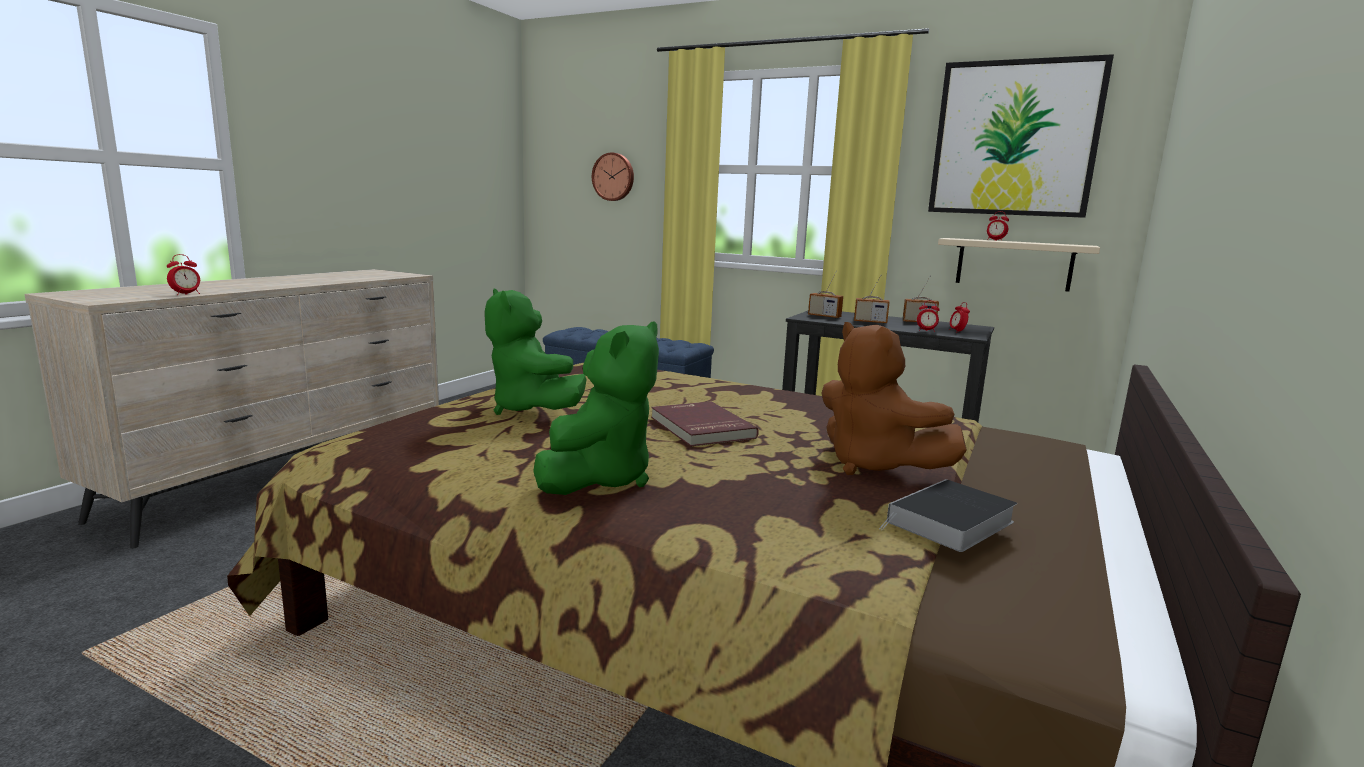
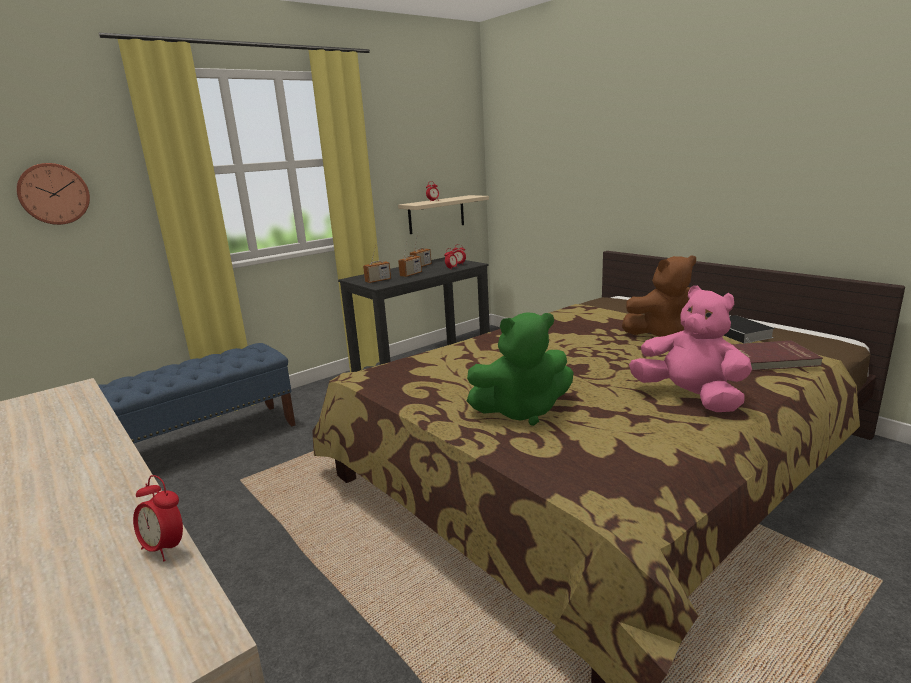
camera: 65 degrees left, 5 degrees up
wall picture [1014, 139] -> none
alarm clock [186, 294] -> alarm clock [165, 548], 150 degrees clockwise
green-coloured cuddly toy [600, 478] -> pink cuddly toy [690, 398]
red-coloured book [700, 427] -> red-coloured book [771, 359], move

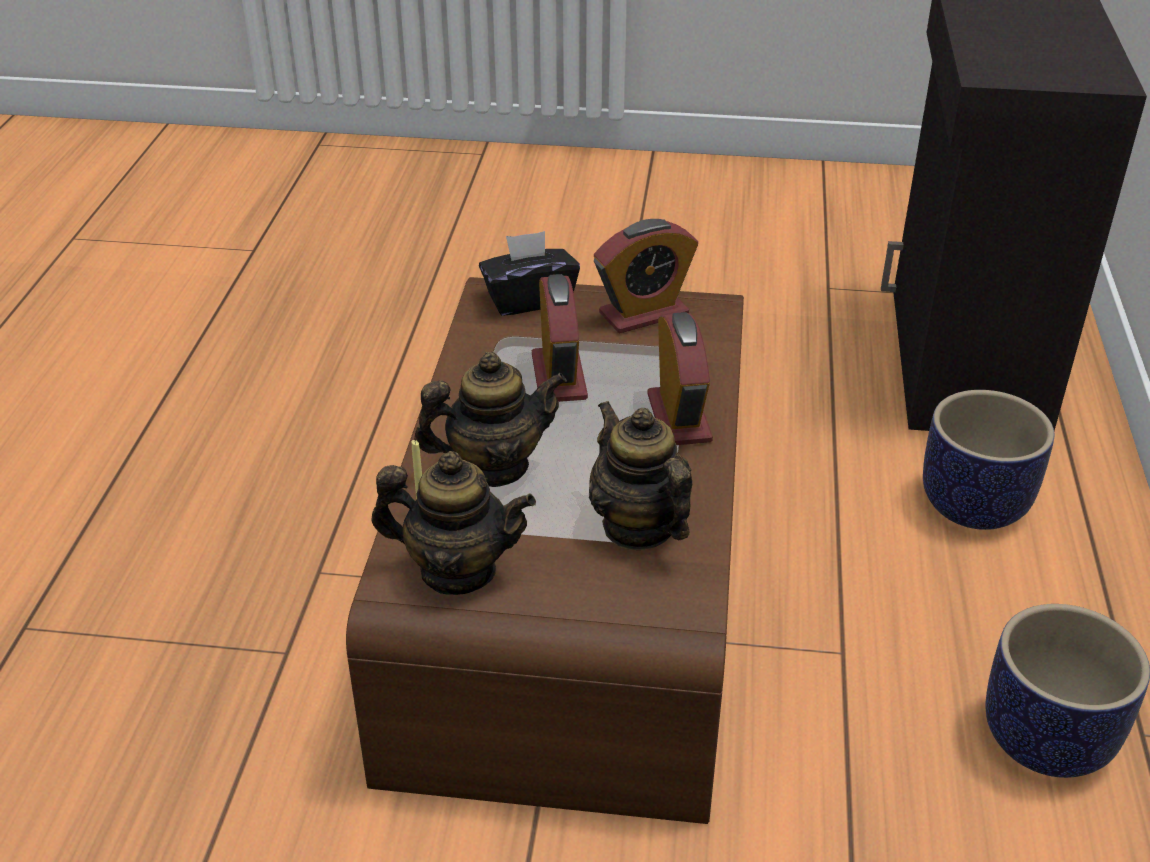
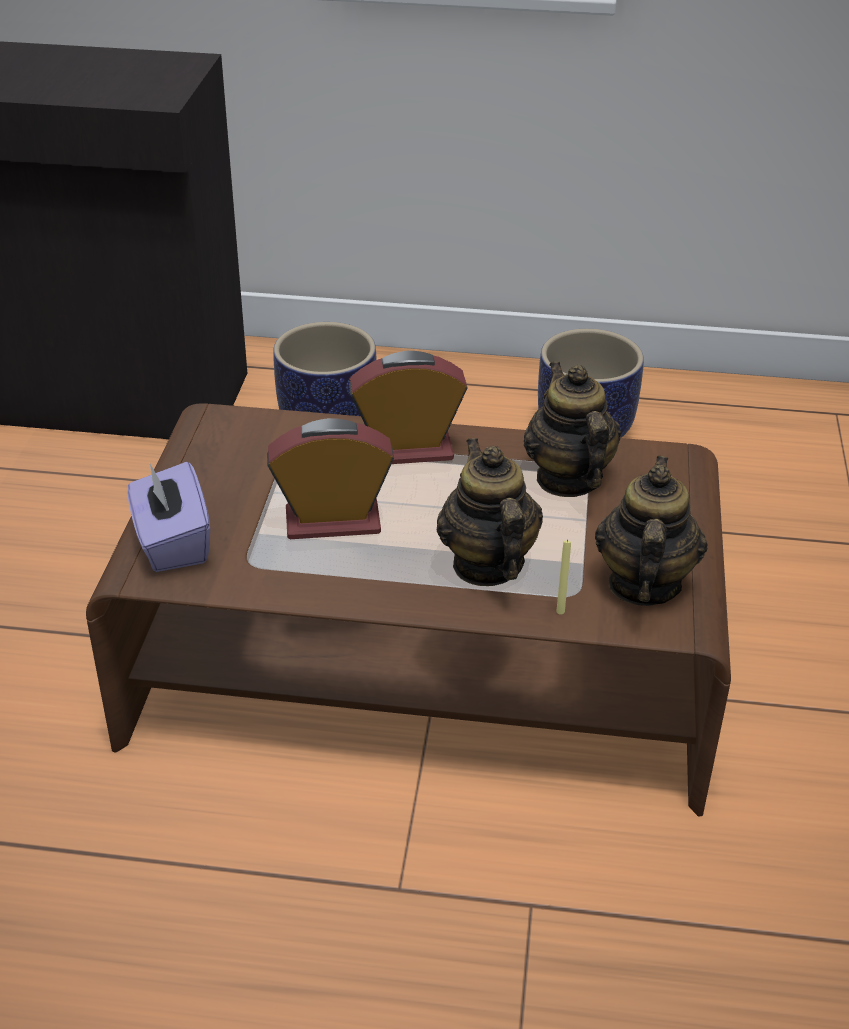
camera: 90 degrees left, 0 degrees up
alarm clock [644, 314] -> none
blackish tissue box [529, 299] -> purple-coloured tissue box [172, 543]
tea pot [638, 527] -> tea pot [568, 479], 105 degrees clockwise

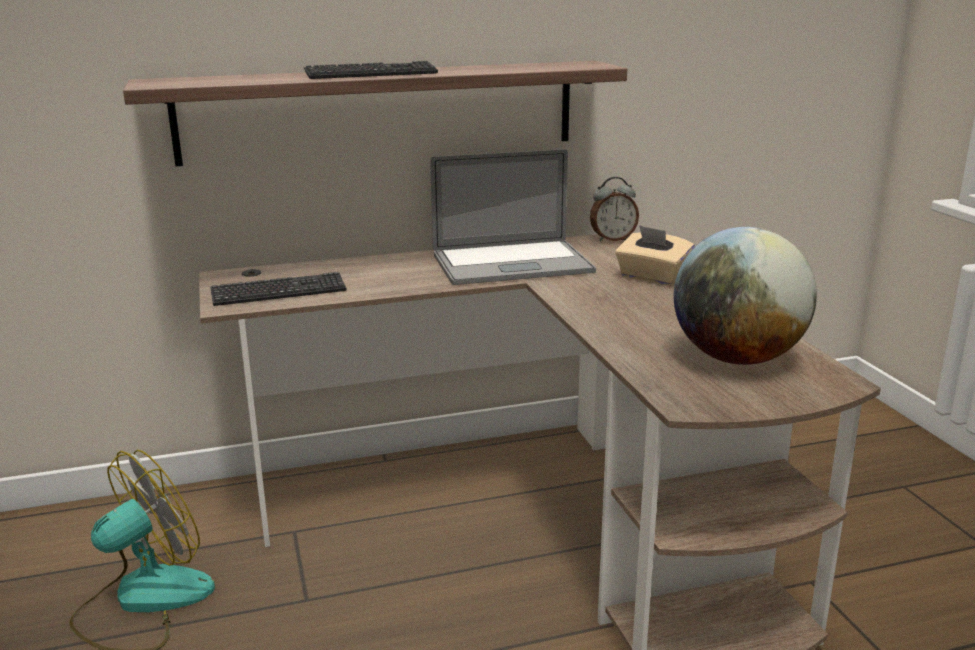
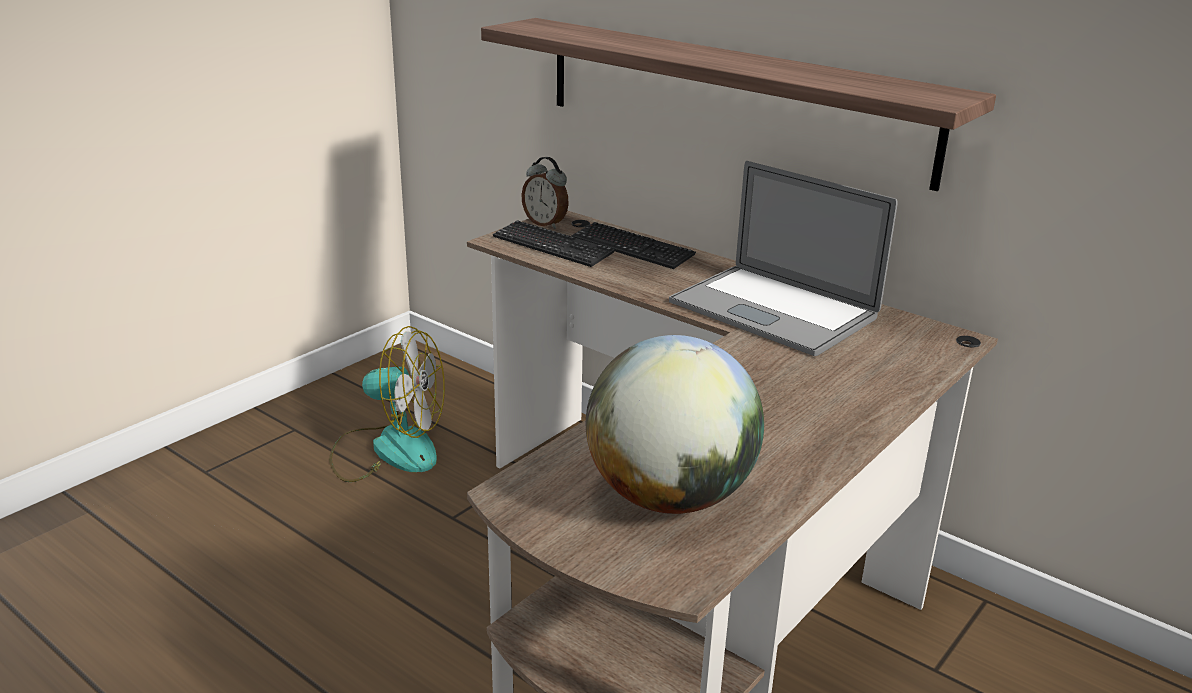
camera: 55 degrees right, 5 degrees up
computer keyboard [371, 74] -> computer keyboard [632, 248], move
alarm clock [612, 239] -> alarm clock [546, 224], move
beige tissue box [652, 277] -> none

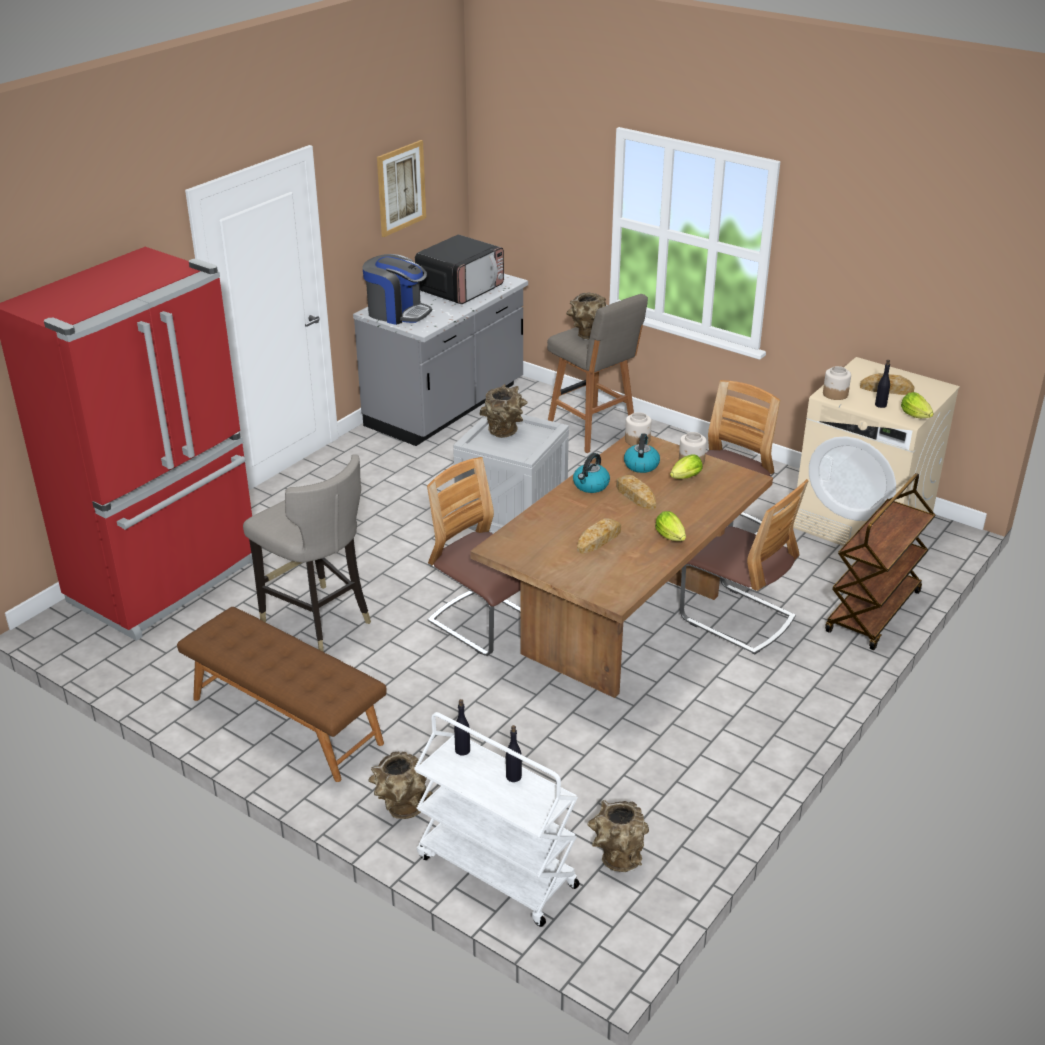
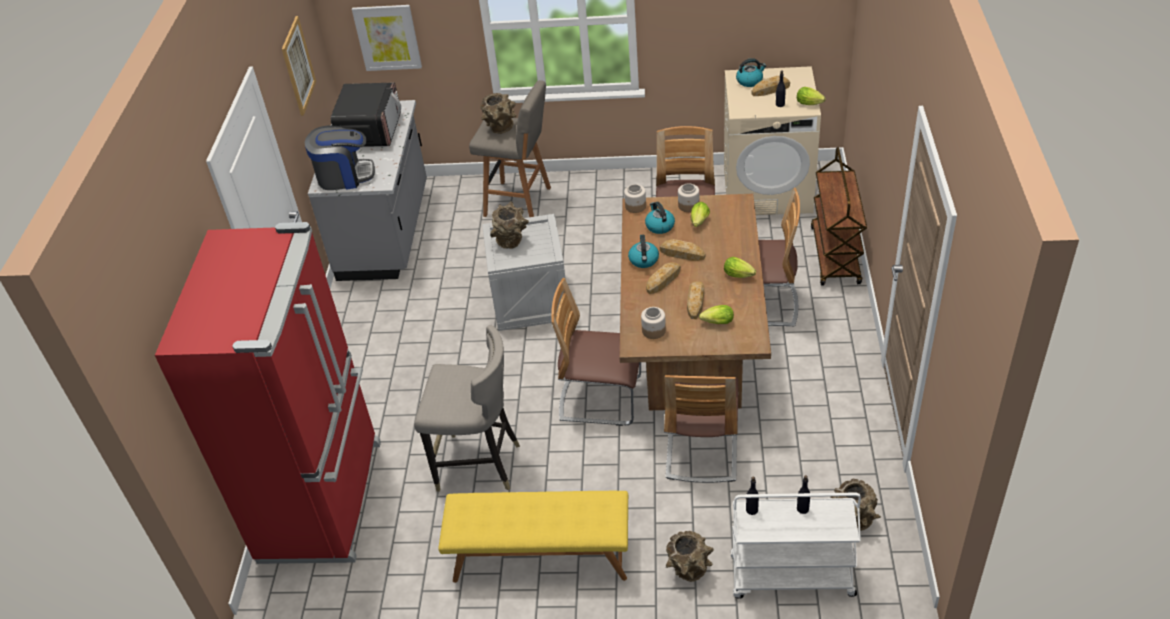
camera: 30 degrees left, 10 degrees up
storage jar [835, 394] -> storage jar [653, 330], move
brown-coloured indoor bench [285, 721] -> yellowish indoor bench [540, 557]
none -> wall picture [387, 37]
none -> kettle [750, 81]
none -> baked bread [663, 280]
none -> lettuce head [716, 322]
none -> chair [702, 449]

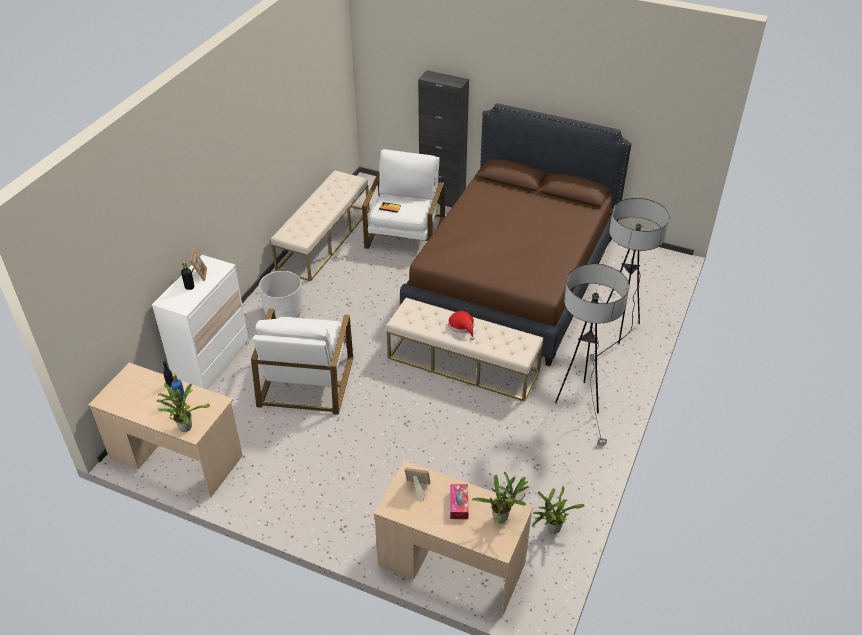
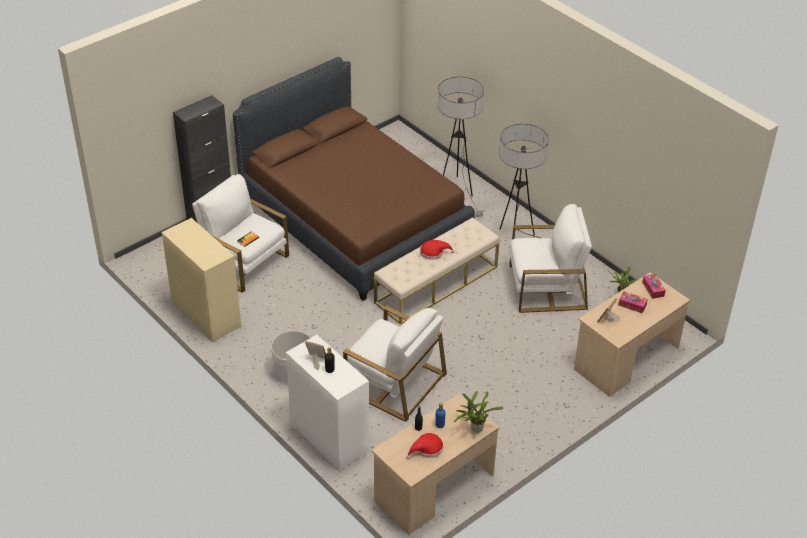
camera: 65 degrees left, 0 degrees up
beige indoor bench [324, 239] -> beige drawer chest [206, 314]
potted plant [502, 518] -> tissue box [653, 289]
none -> white-coloured armchair [546, 287]
none -> red-coloured clothing hat [427, 449]

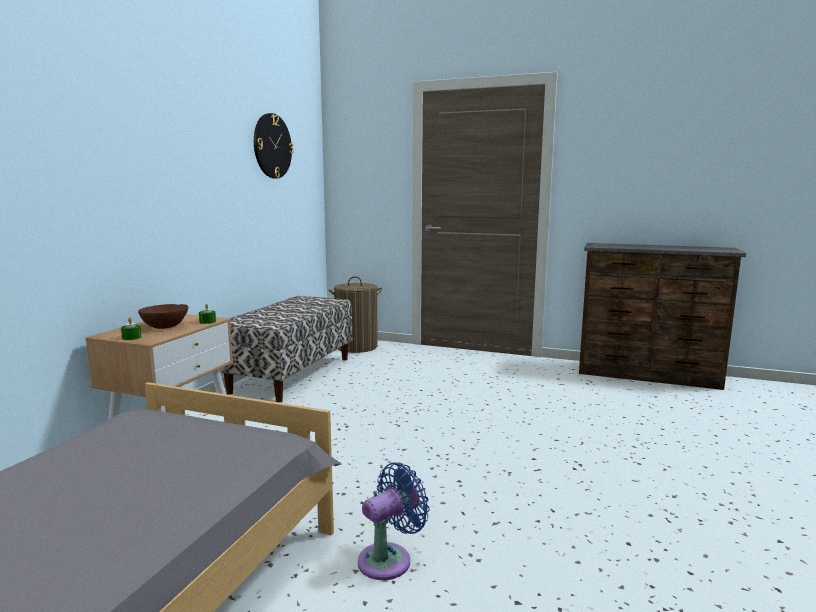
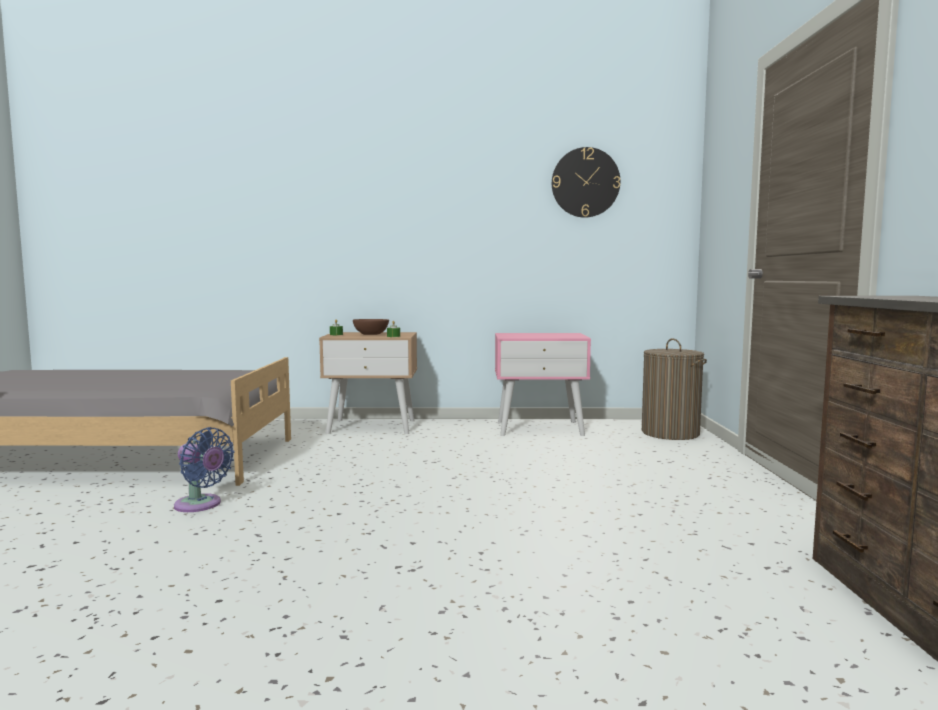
camera: 70 degrees right, 5 degrees down
indoor bench [292, 374] -> pink night table [540, 428]

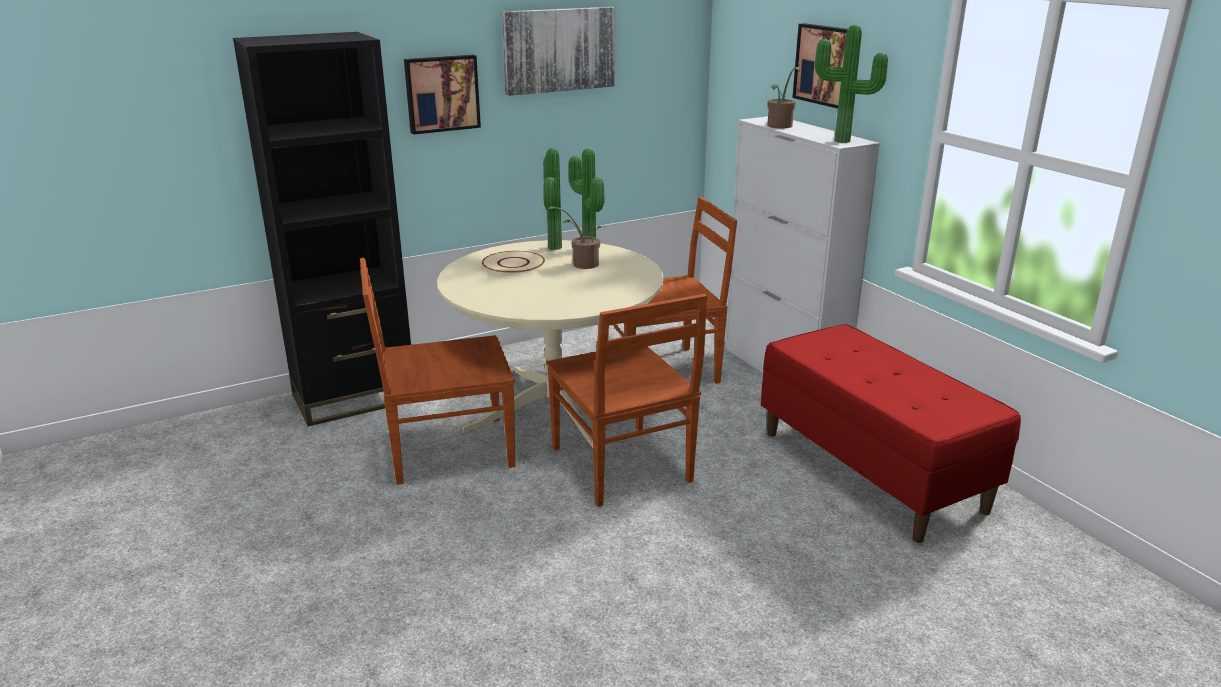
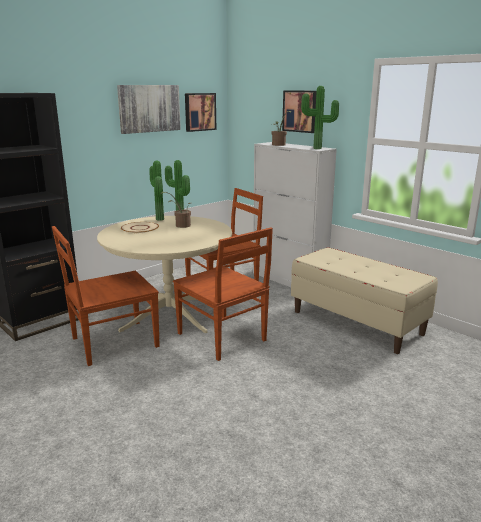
camera: 15 degrees left, 5 degrees down
wall picture [441, 93] -> wall picture [199, 112], move
red-coloured indoor bench [871, 470] -> beige indoor bench [357, 322]

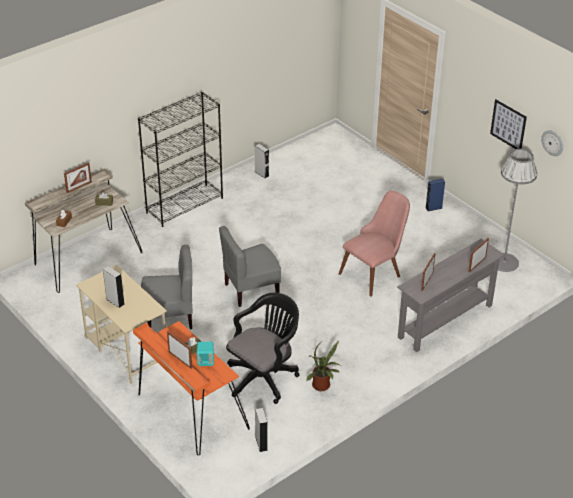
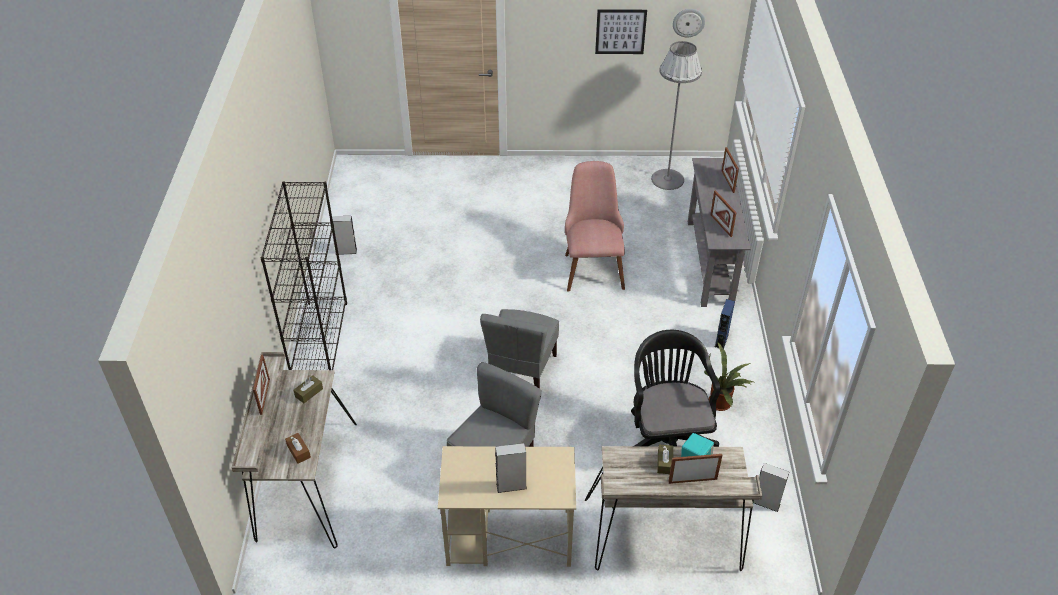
camera: 50 degrees left, 5 degrees up
blue speaker [433, 208] -> blue speaker [721, 340], move
orange desk table [189, 411] -> beige desk table [665, 537]

